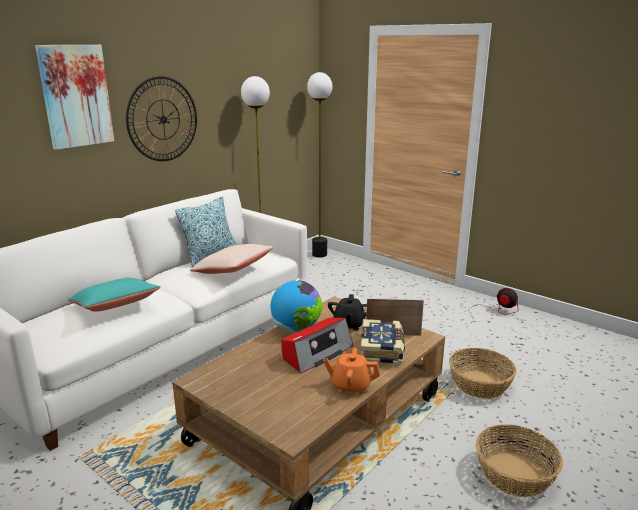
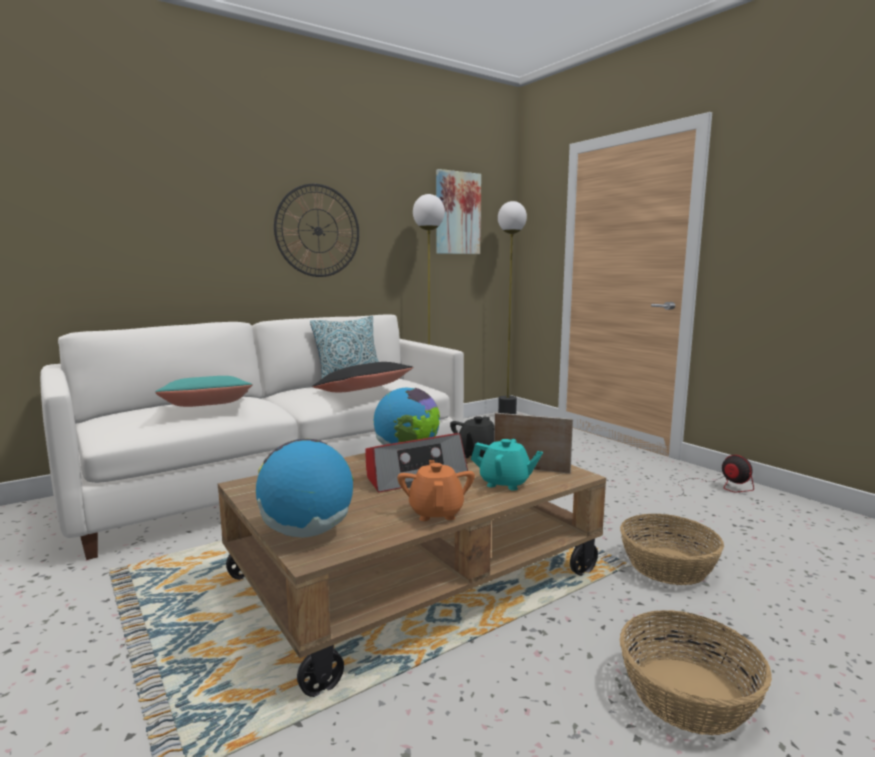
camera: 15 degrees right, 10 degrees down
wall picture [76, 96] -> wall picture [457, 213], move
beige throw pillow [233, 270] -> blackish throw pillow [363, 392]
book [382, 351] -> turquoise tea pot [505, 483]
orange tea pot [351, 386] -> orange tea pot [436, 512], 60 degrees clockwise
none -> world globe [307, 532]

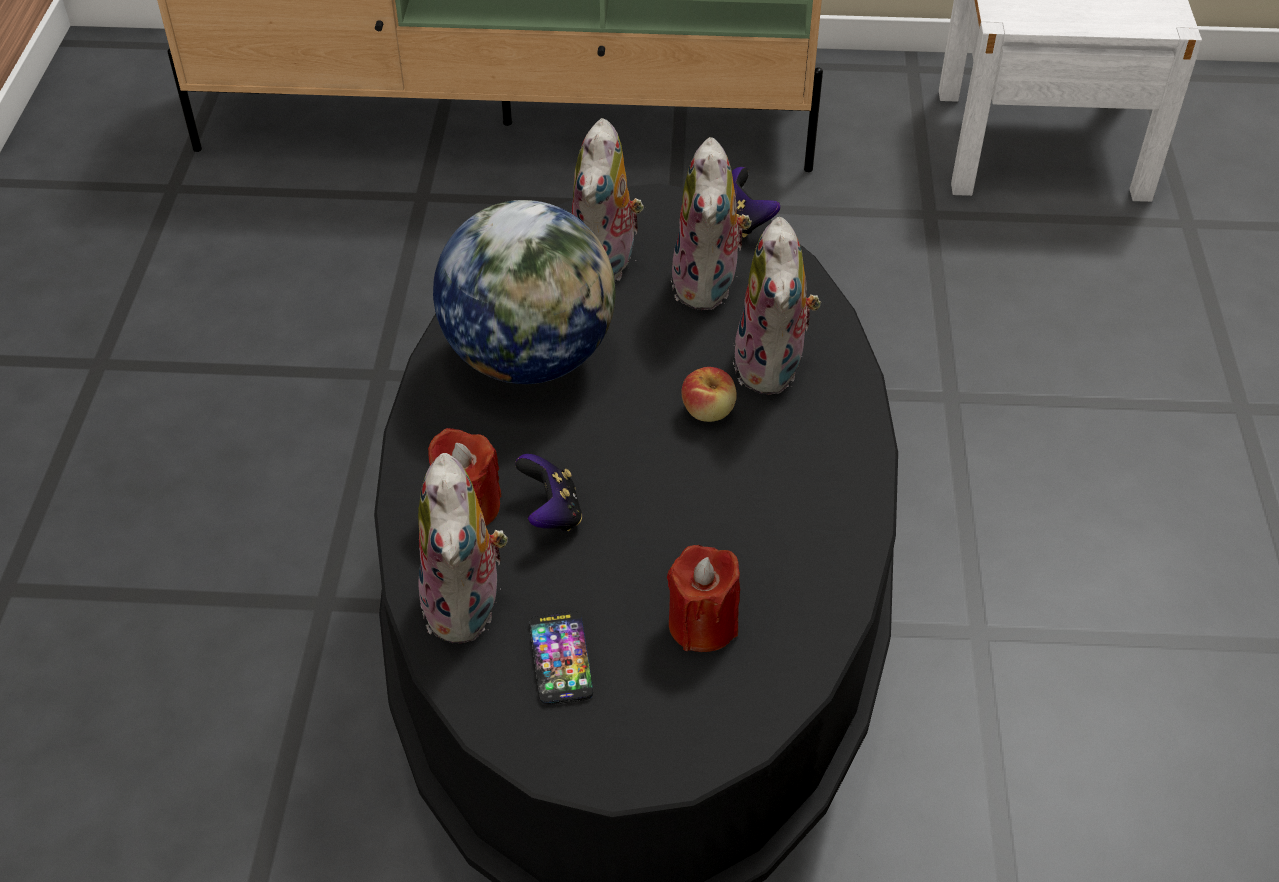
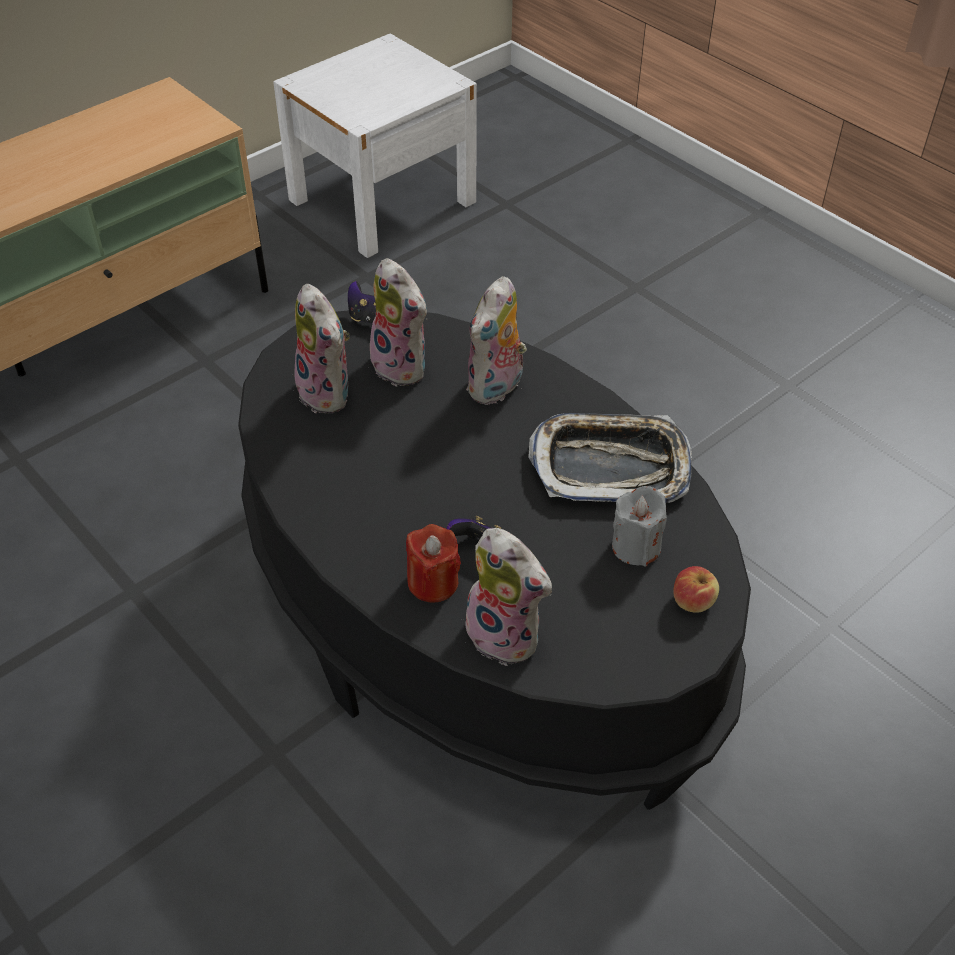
camera: 45 degrees left, 0 degrees up
world globe [530, 358] -> none
cuddly toy [773, 368] -> cuddly toy [497, 388], 75 degrees clockwise
apple fruit [709, 411] -> apple fruit [693, 601], move
red-coloured wax candle [703, 624] -> greyish wax candle [636, 546]
telephone [560, 659] -> none
none -> carrying tray [610, 466]

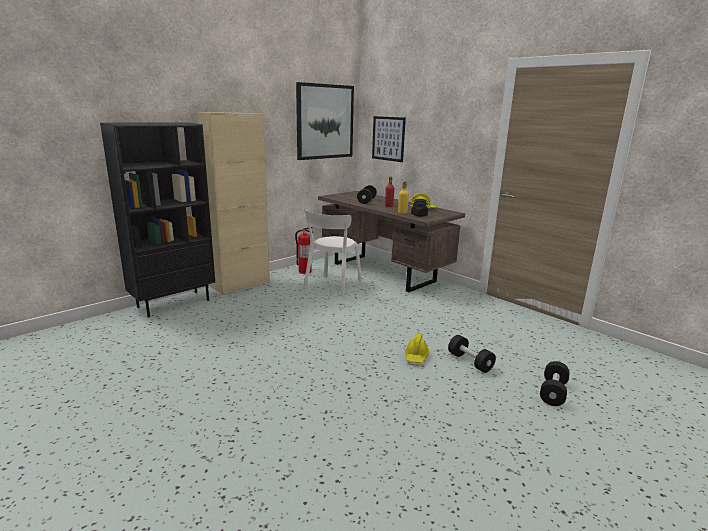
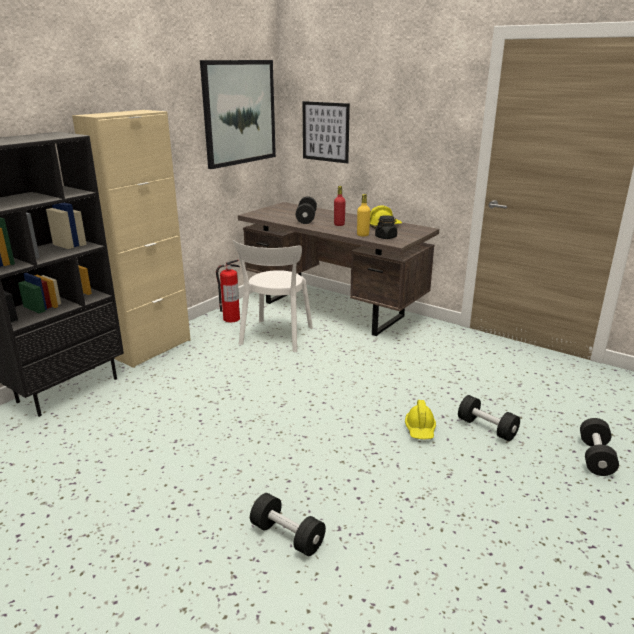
camera: 10 degrees left, 5 degrees up
none -> blackish hand weight [287, 536]

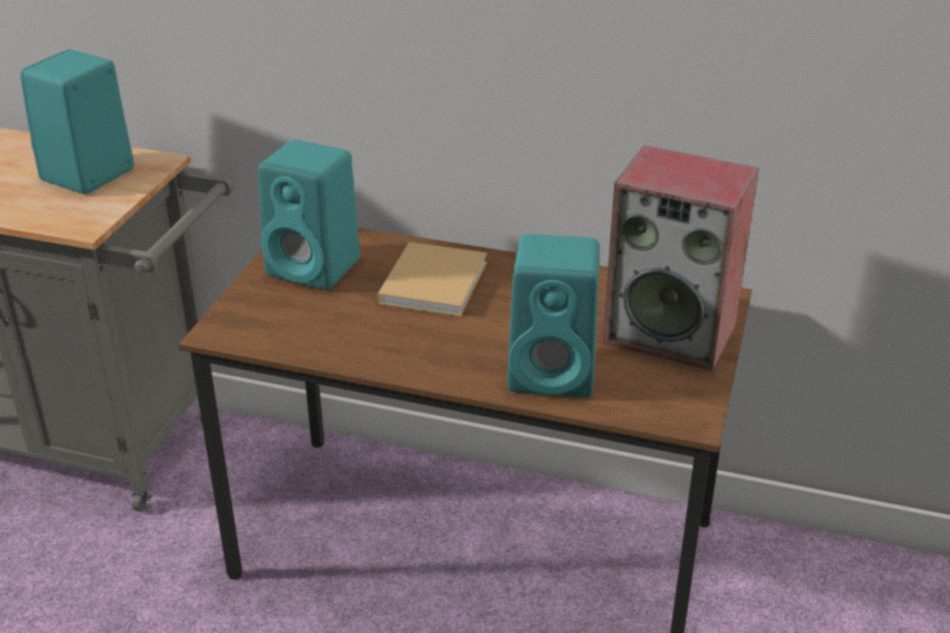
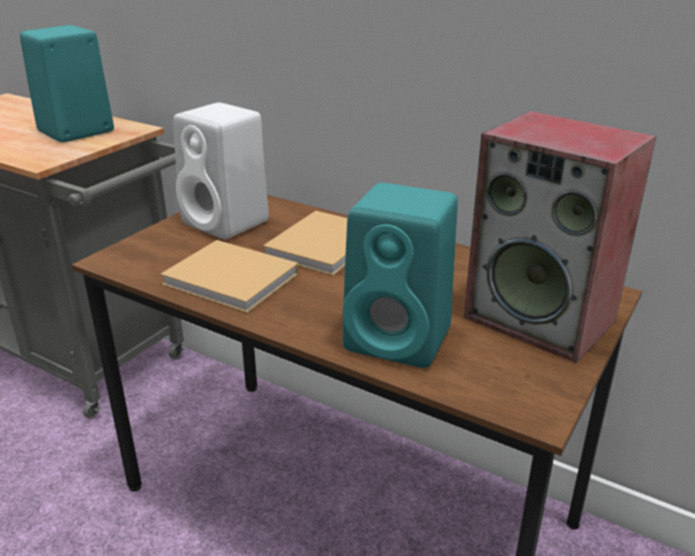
camera: 15 degrees right, 5 degrees down
turquoise speaker [316, 268] -> white-coloured speaker [228, 223]
none -> beige book [234, 280]

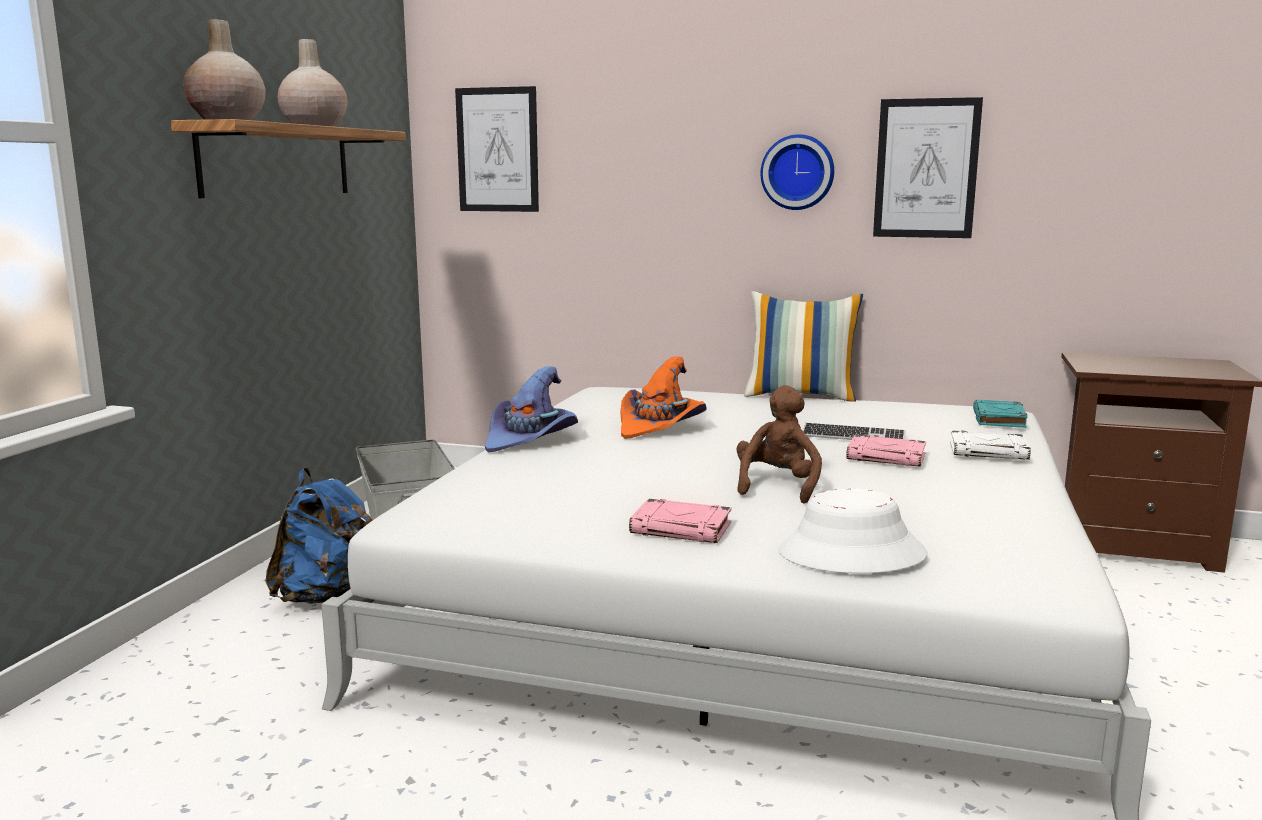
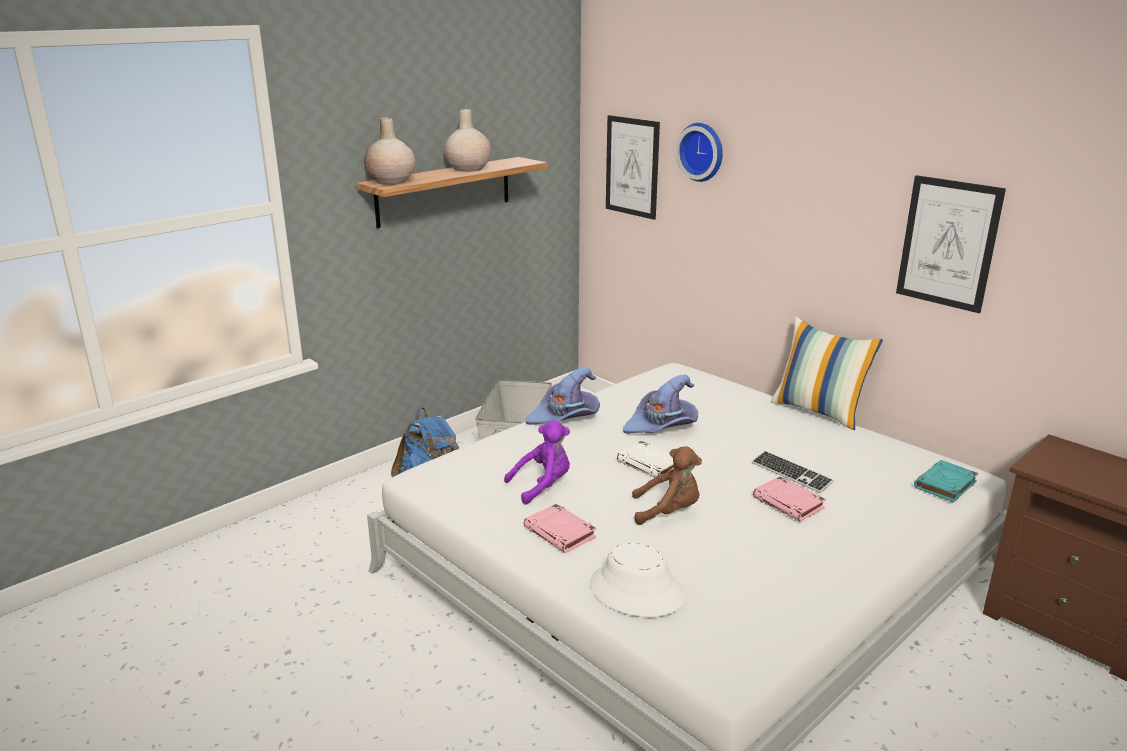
camera: 30 degrees right, 10 degrees up
wall clock [797, 172] -> wall clock [702, 151], move
orange clothing hat [660, 426] -> purple-coloured clothing hat [662, 425]
brown-coloured cuddly toy [777, 486] -> brown-coloured cuddly toy [668, 512], 45 degrees clockwise
white-coloured book [989, 451] -> white-coloured book [650, 464], move
none -> purple-coloured cuddly toy [543, 486]

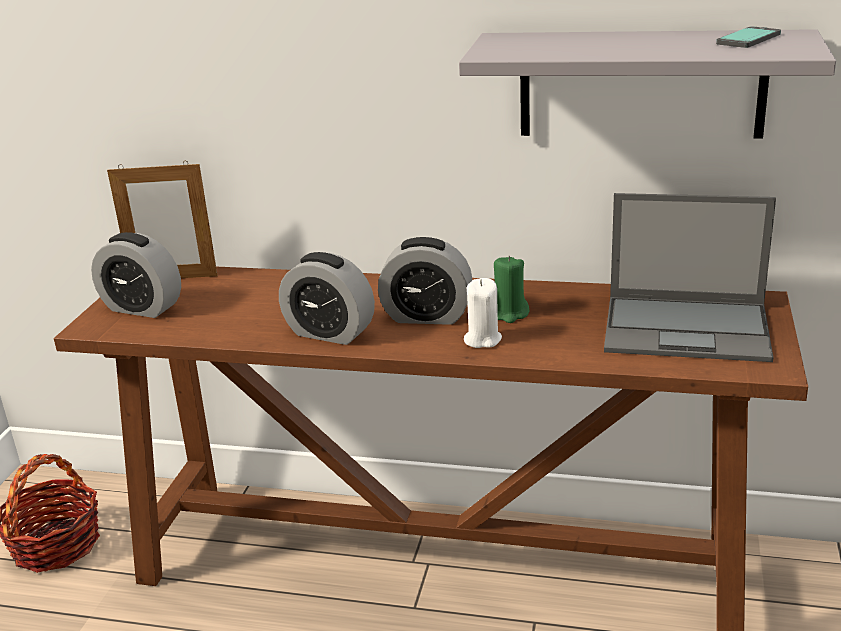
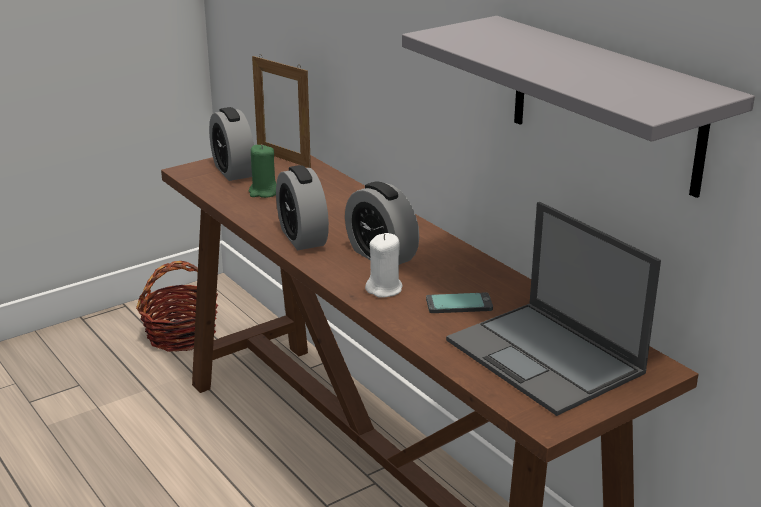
camera: 40 degrees right, 0 degrees up
telephone [748, 39] -> telephone [459, 304], move
green-coloured wax candle [510, 314] -> green-coloured wax candle [264, 192], move

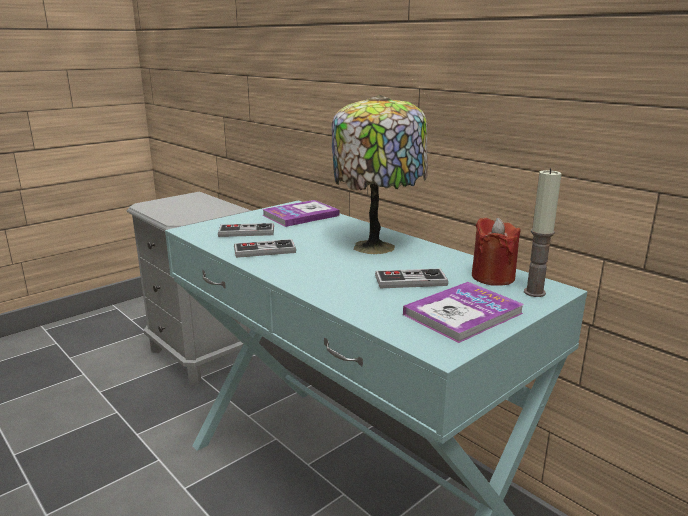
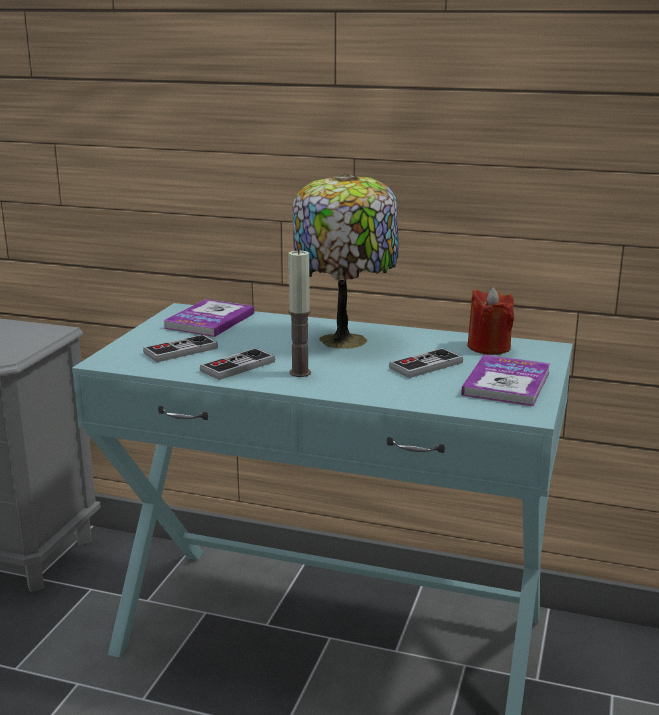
camera: 30 degrees left, 0 degrees up
wax candle [534, 292] -> wax candle [300, 373], move

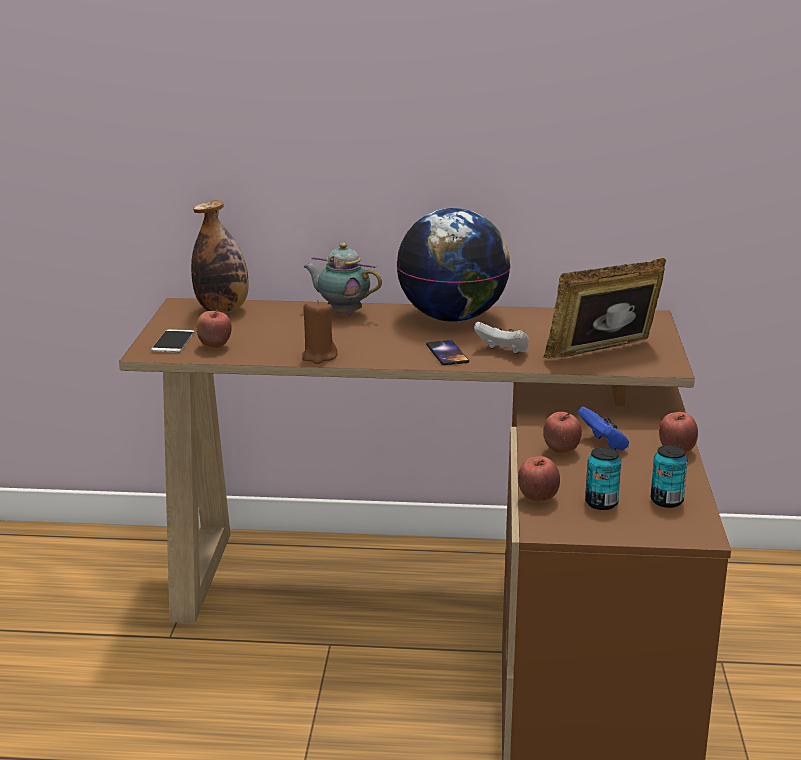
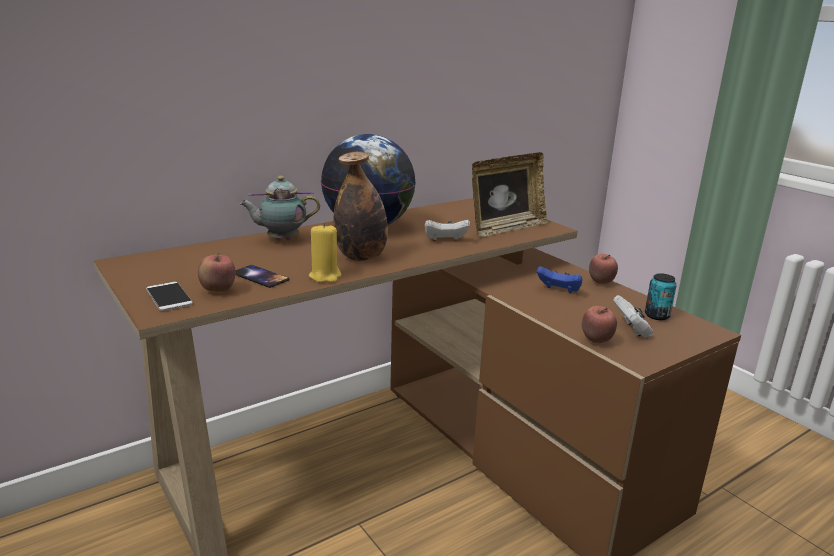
camera: 40 degrees left, 0 degrees up
bottle [222, 310] -> bottle [361, 257], move
photo frame [604, 354] -> photo frame [505, 228], 150 degrees counterclockwise
brown-coloured wax candle [319, 357] -> yellowish wax candle [325, 276]
telephone [447, 353] -> telephone [260, 277], move
apple fruit [561, 451] -> none
metal can [601, 503] -> white-coloured game controller [631, 330]

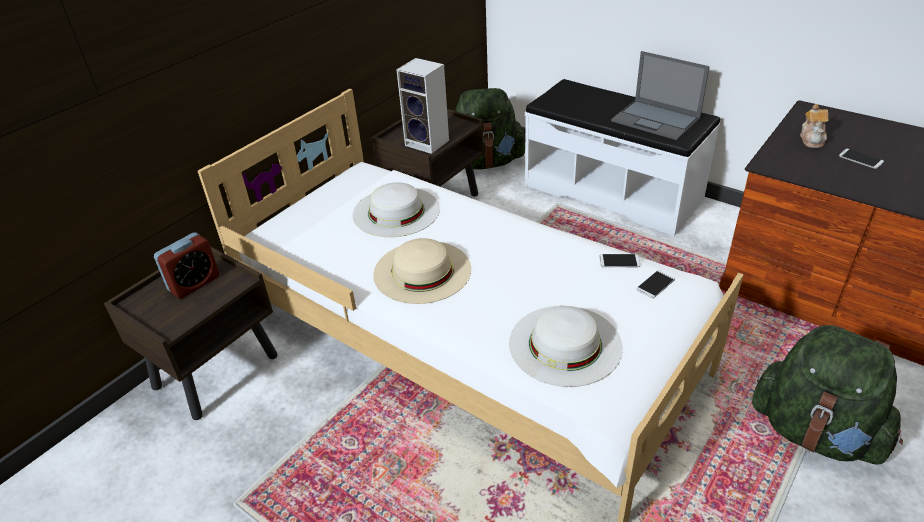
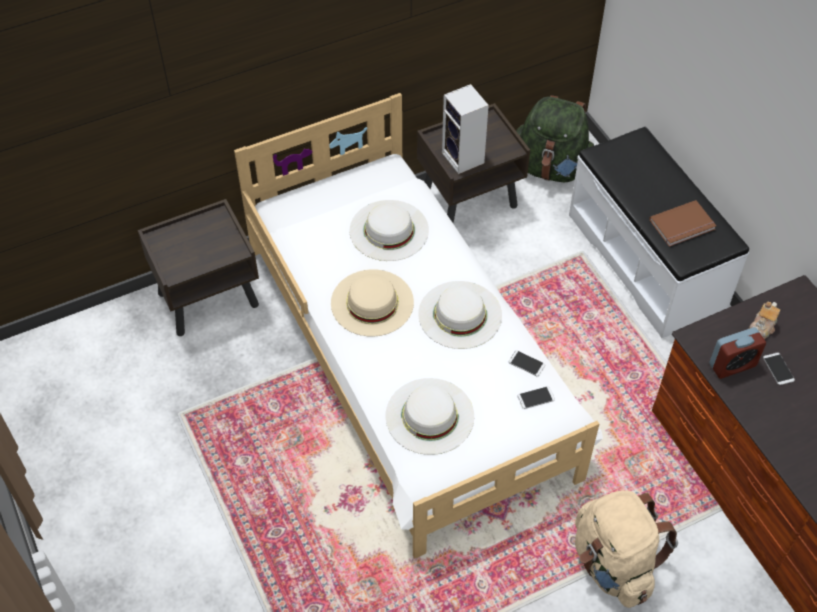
camera: 25 degrees right, 15 degrees up
notebook computer [656, 120] -> brown-coloured book [683, 226]
alarm clock [194, 283] -> alarm clock [732, 365], move
green-coloured knapsack [815, 432] -> beige knapsack [613, 564]
none -> white-coloured clothing hat [460, 314]

